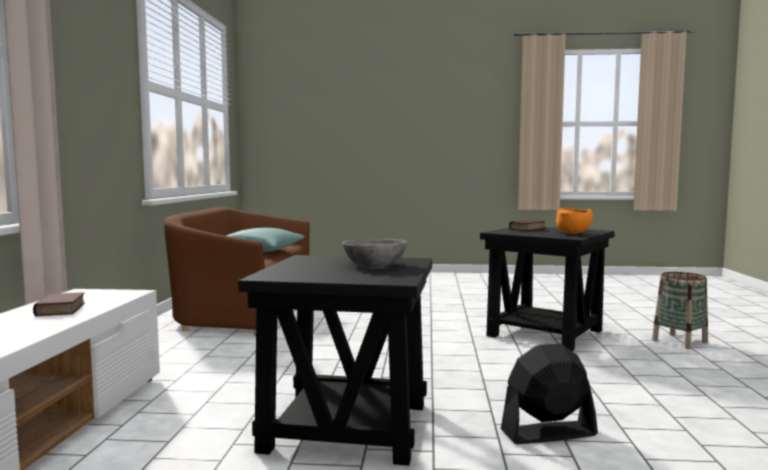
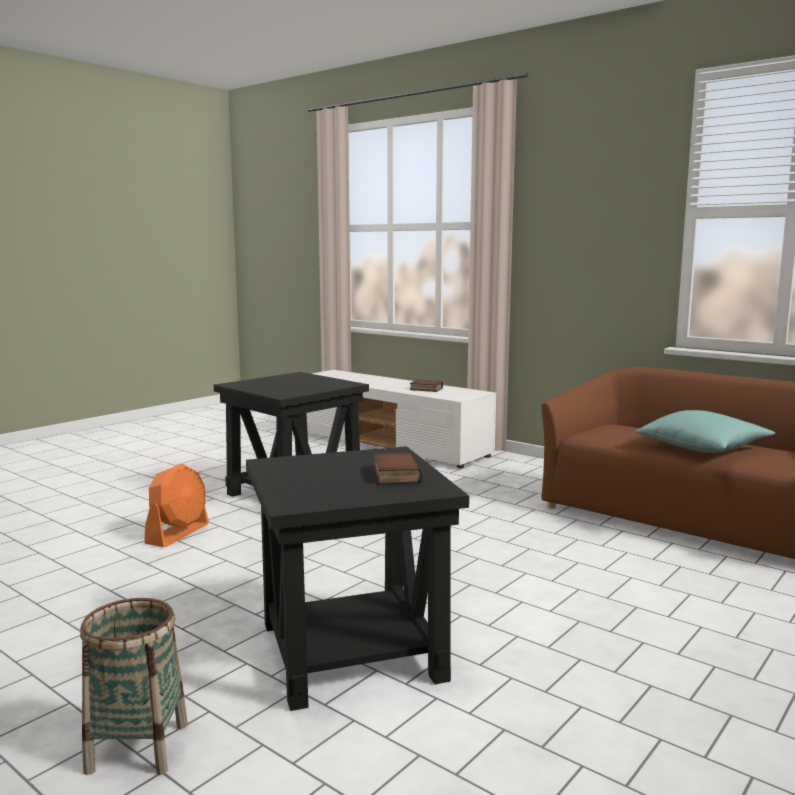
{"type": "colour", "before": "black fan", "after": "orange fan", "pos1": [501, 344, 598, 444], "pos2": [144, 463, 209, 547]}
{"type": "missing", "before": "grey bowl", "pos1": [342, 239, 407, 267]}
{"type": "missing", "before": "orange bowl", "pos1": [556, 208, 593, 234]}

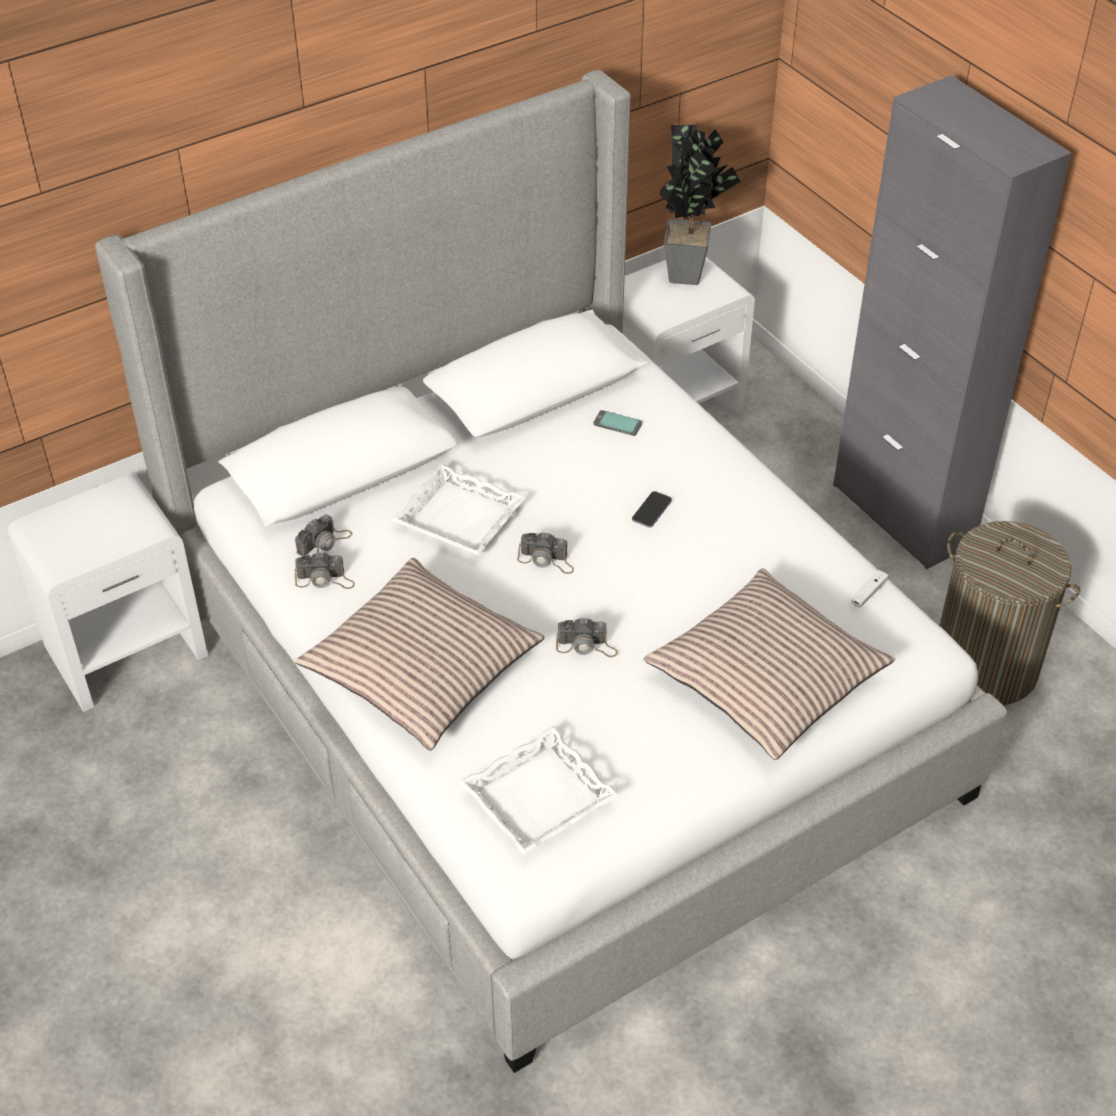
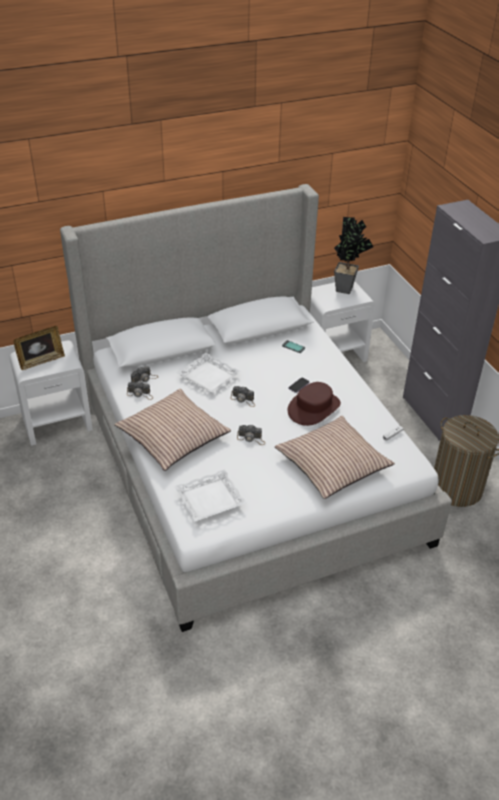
{"type": "appeared", "after": "picture frame", "pos2": [13, 326, 65, 370]}
{"type": "appeared", "after": "brown hat", "pos2": [287, 382, 341, 426]}

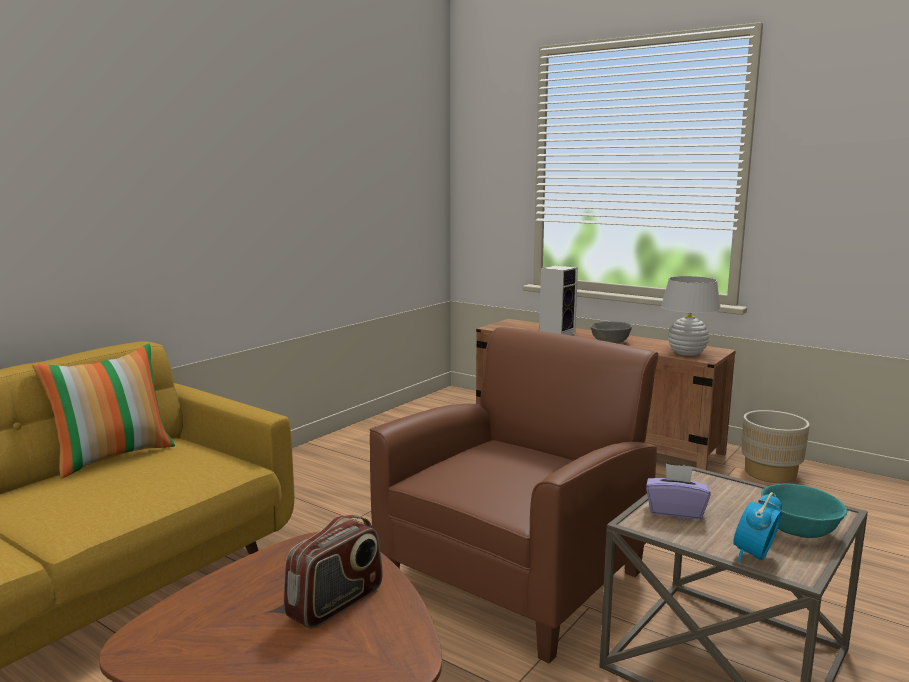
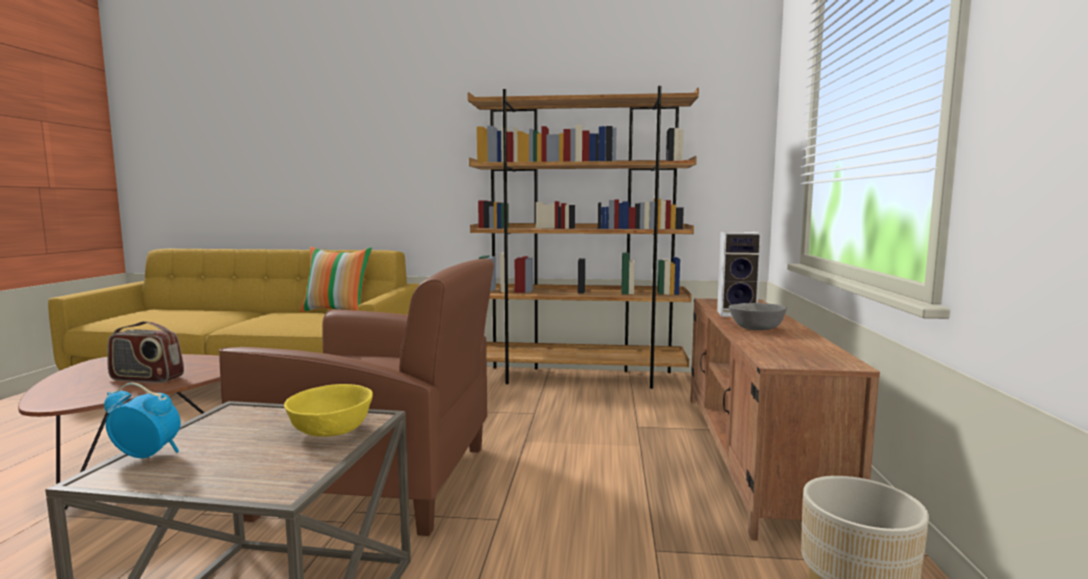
{"type": "appeared", "after": "yellow bowl", "pos2": [284, 384, 373, 436]}
{"type": "appeared", "after": "brown bookcase", "pos2": [468, 86, 699, 389]}
{"type": "missing", "before": "purple tissue box", "pos1": [646, 464, 711, 519]}
{"type": "missing", "before": "white table lamp", "pos1": [661, 276, 721, 356]}
{"type": "missing", "before": "turquoise bowl", "pos1": [761, 484, 847, 538]}

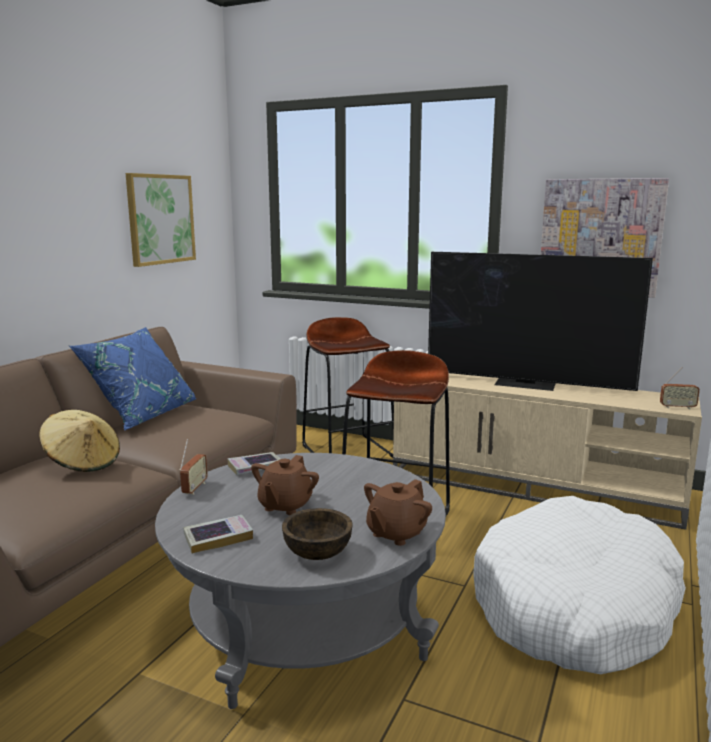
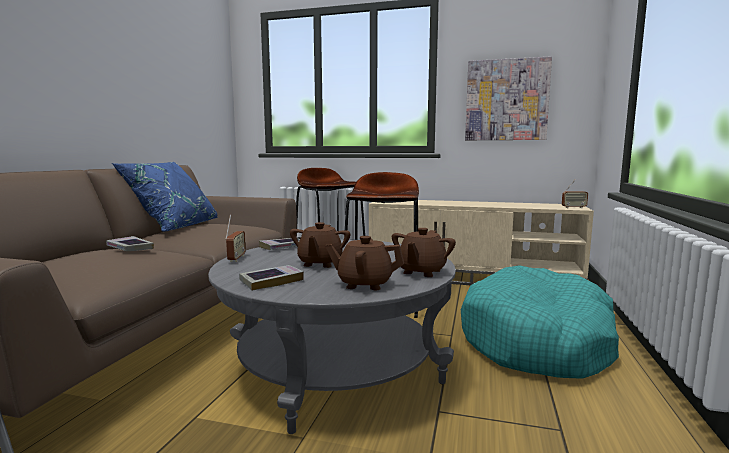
{"type": "exchanged", "before": "beige hat", "after": "book", "pos1": [39, 410, 120, 472], "pos2": [106, 236, 154, 251]}
{"type": "exchanged", "before": "brown bowl", "after": "brown teapot", "pos1": [282, 508, 353, 560], "pos2": [325, 236, 404, 290]}
{"type": "colour", "before": "white dog bed", "after": "turquoise dog bed", "pos1": [473, 496, 686, 674], "pos2": [461, 265, 619, 379]}
{"type": "missing", "before": "picture", "pos1": [126, 173, 196, 267]}
{"type": "missing", "before": "television", "pos1": [428, 252, 653, 391]}

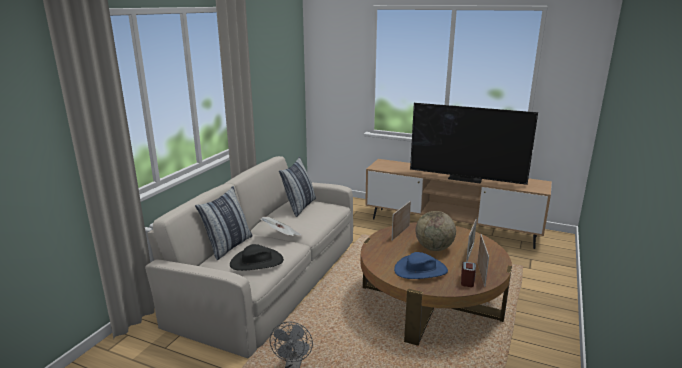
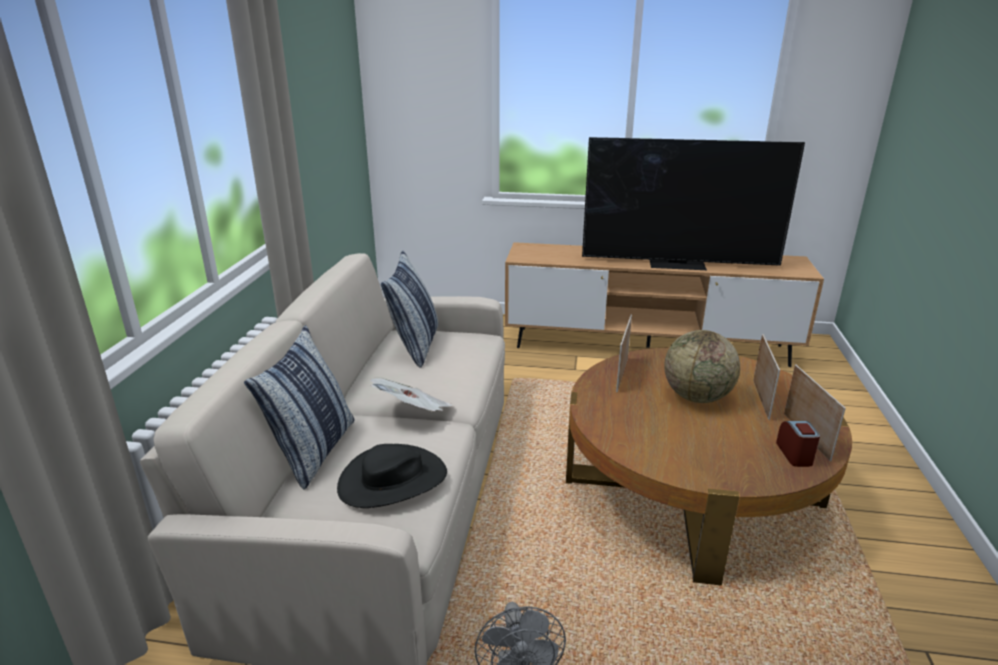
{"type": "missing", "before": "blue hat", "pos1": [394, 252, 448, 279]}

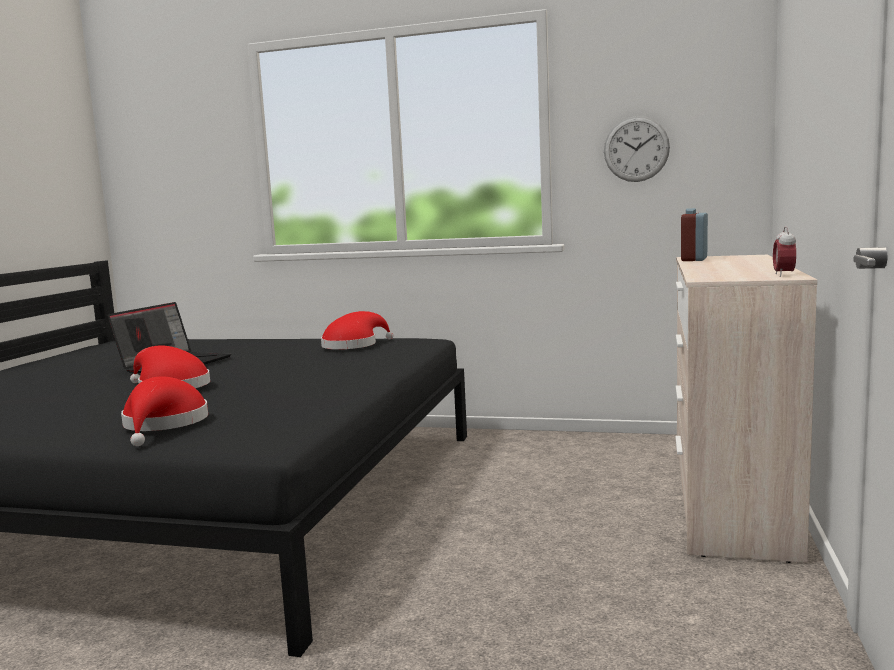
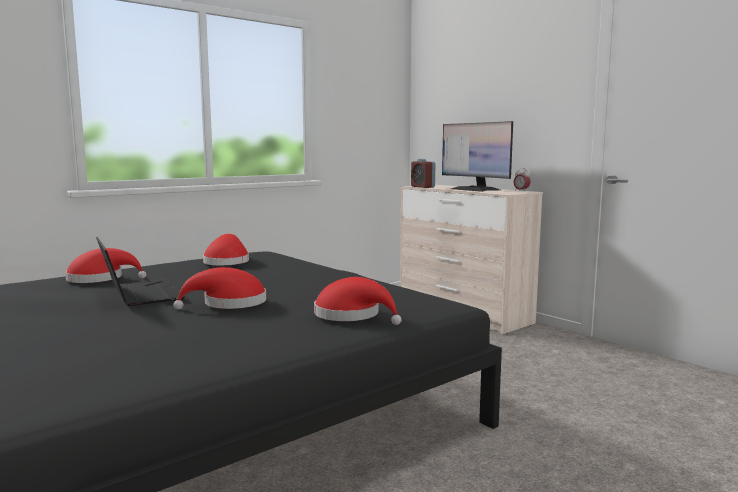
{"type": "appeared", "after": "red hat", "pos2": [65, 248, 147, 283]}
{"type": "appeared", "after": "monitor", "pos2": [442, 121, 513, 192]}
{"type": "missing", "before": "wall clock", "pos1": [604, 116, 670, 182]}

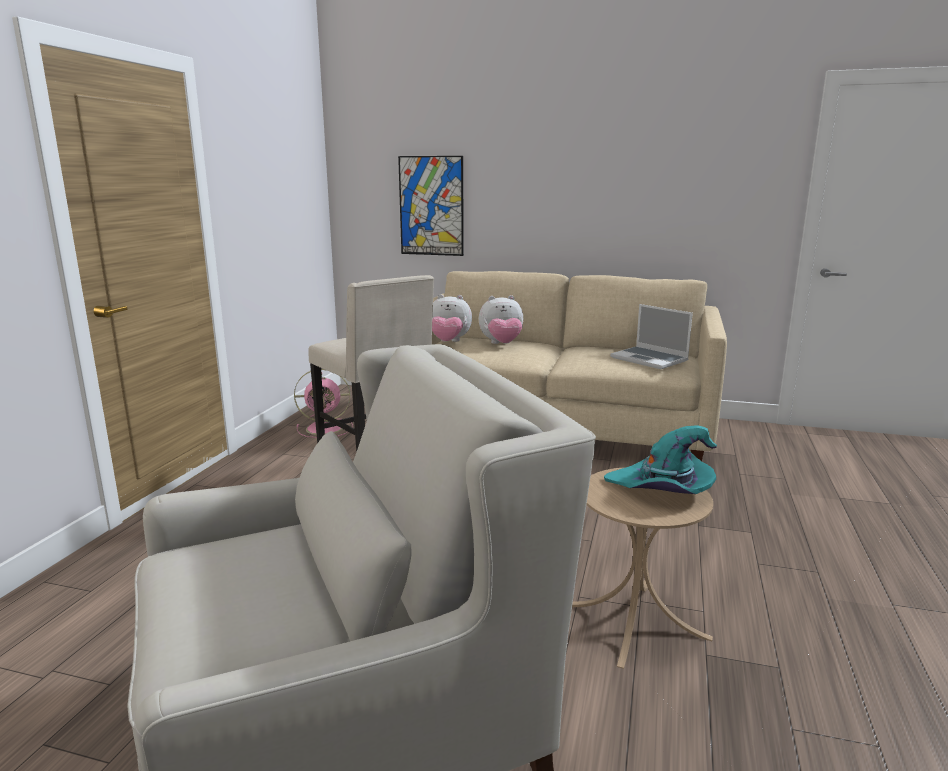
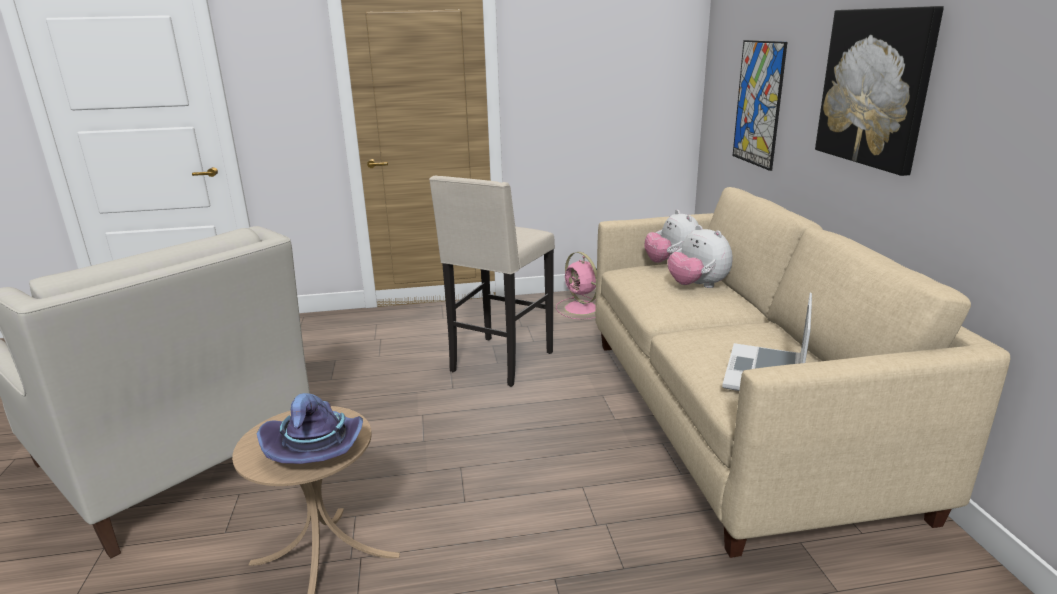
{"type": "colour", "before": "turquoise hat", "after": "purple hat", "pos1": [604, 426, 717, 494], "pos2": [257, 393, 363, 464]}
{"type": "appeared", "after": "picture", "pos2": [815, 6, 944, 176]}

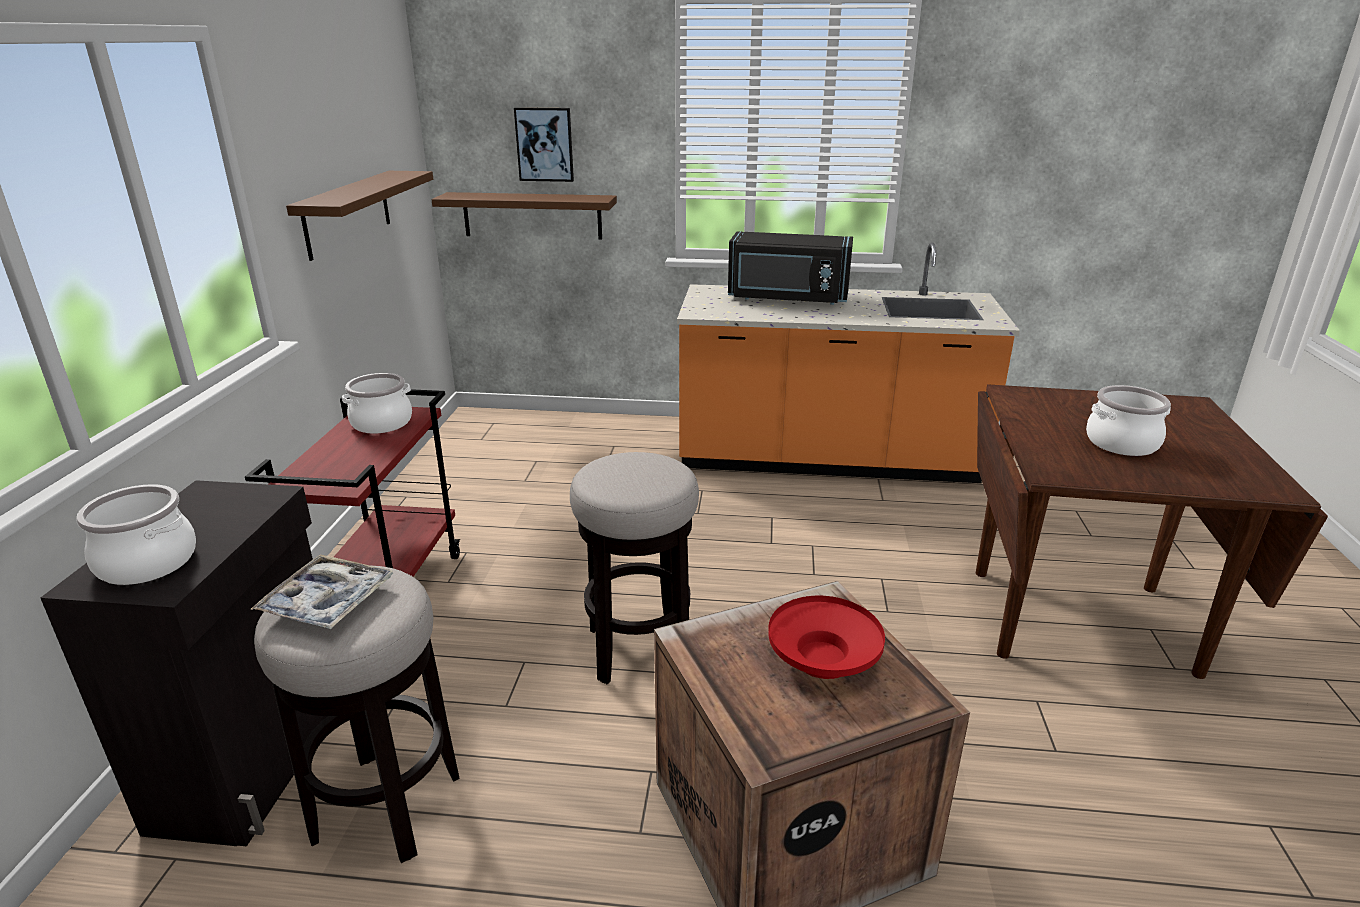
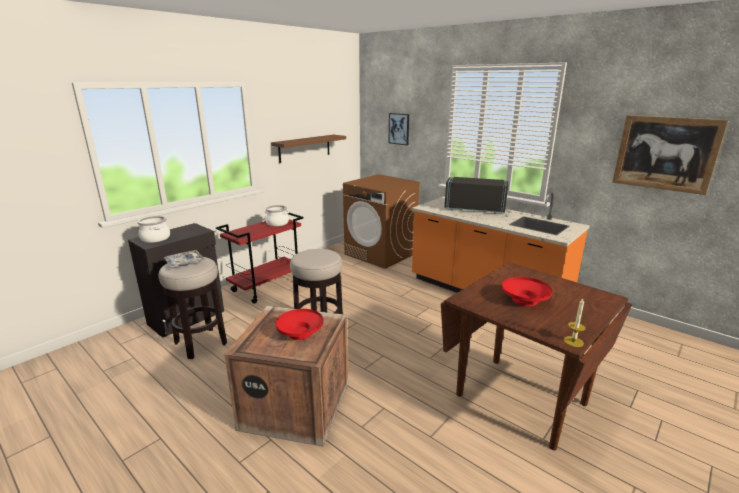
{"type": "appeared", "after": "brown washing machine", "pos2": [343, 174, 421, 269]}
{"type": "spun", "before": "black microwave", "pos1": [728, 231, 853, 305], "pos2": [444, 177, 508, 214], "turn": 150}
{"type": "exchanged", "before": "cooking pot", "after": "red bowl", "pos1": [1086, 385, 1171, 456], "pos2": [502, 277, 552, 306]}
{"type": "appeared", "after": "candle", "pos2": [564, 298, 586, 347]}
{"type": "appeared", "after": "picture", "pos2": [612, 115, 729, 195]}
{"type": "missing", "before": "brown shelf", "pos1": [432, 192, 617, 240]}

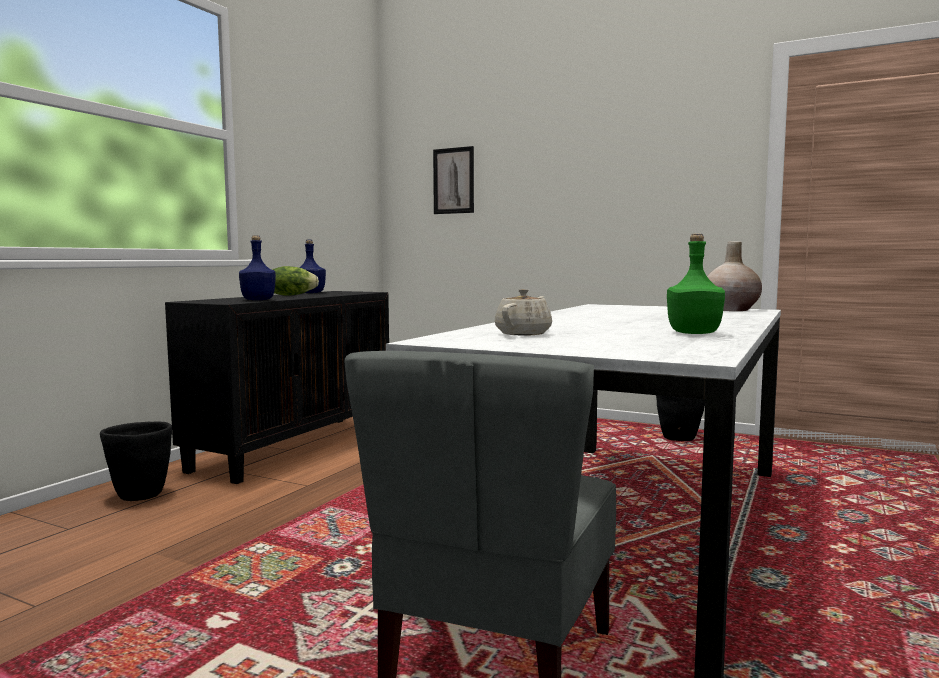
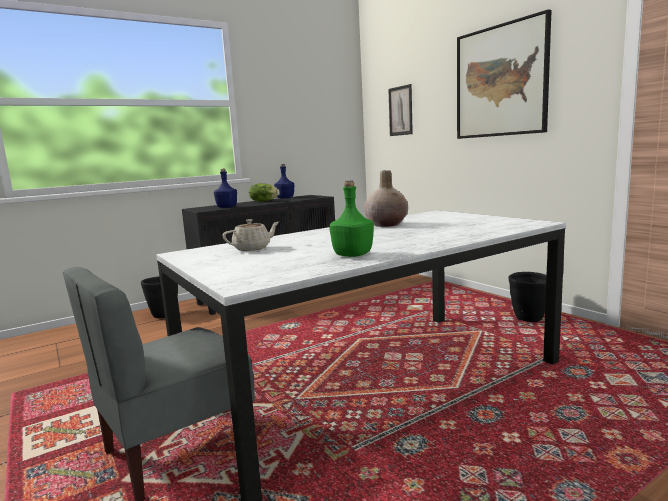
{"type": "relocated", "before": "beige vase", "pos1": [707, 241, 762, 311], "pos2": [364, 170, 408, 227]}
{"type": "appeared", "after": "picture", "pos2": [457, 9, 552, 139]}

